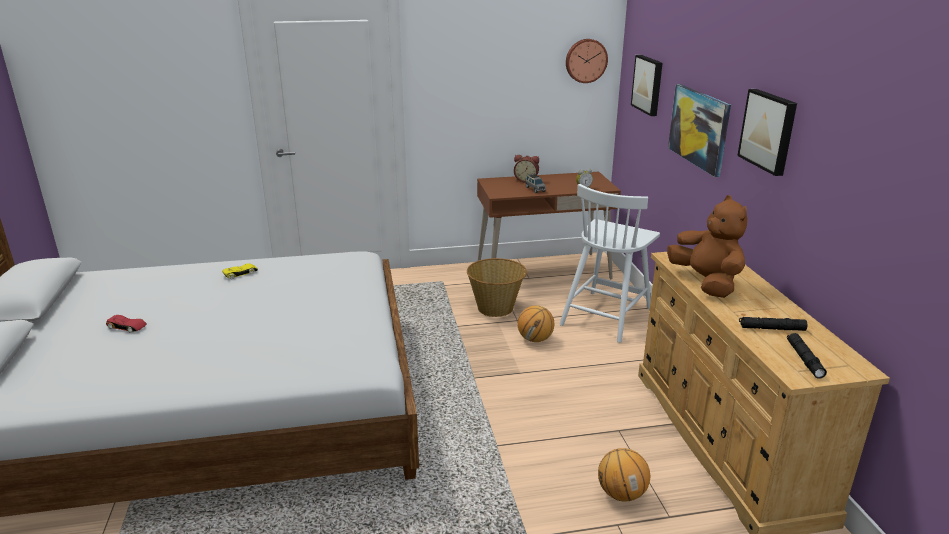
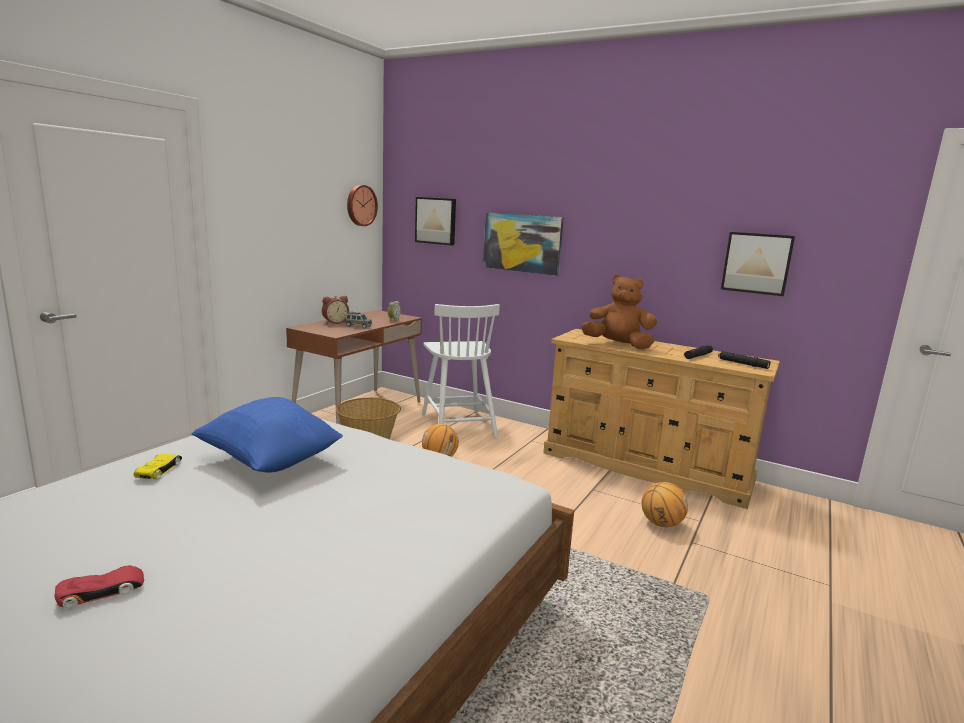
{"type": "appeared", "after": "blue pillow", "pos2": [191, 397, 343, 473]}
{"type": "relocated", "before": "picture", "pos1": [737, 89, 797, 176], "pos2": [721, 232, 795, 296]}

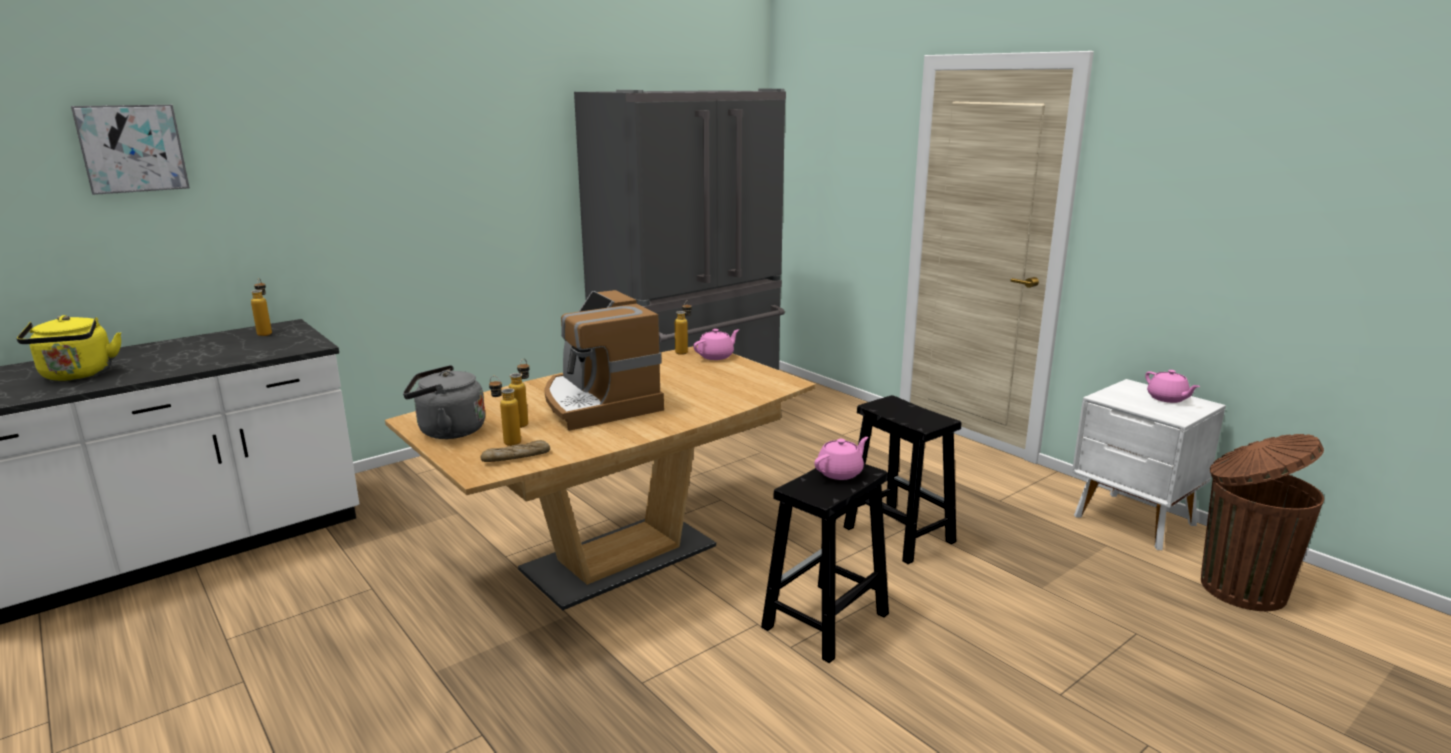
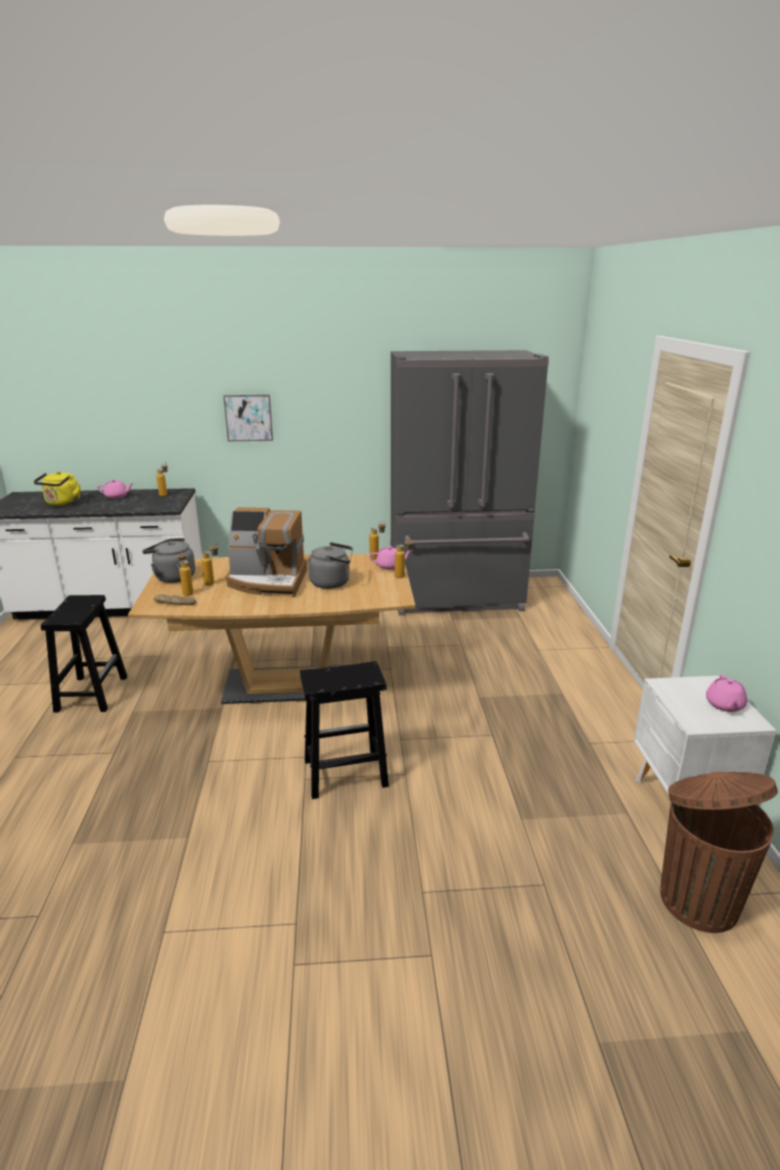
{"type": "relocated", "before": "black stool", "pos1": [844, 395, 961, 564], "pos2": [41, 595, 128, 713]}
{"type": "relocated", "before": "pink teapot", "pos1": [814, 437, 868, 480], "pos2": [97, 479, 133, 499]}
{"type": "relocated", "before": "picture", "pos1": [71, 105, 190, 195], "pos2": [223, 395, 273, 441]}
{"type": "spun", "before": "coffee machine", "pos1": [544, 290, 664, 431], "pos2": [225, 507, 307, 597], "turn": -90}
{"type": "appeared", "after": "grey kettle", "pos2": [308, 542, 353, 589]}
{"type": "appeared", "after": "bottle", "pos2": [395, 538, 413, 578]}

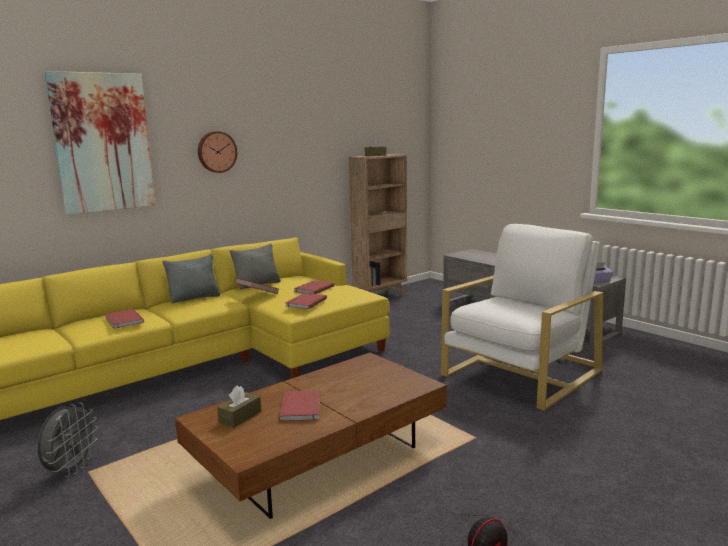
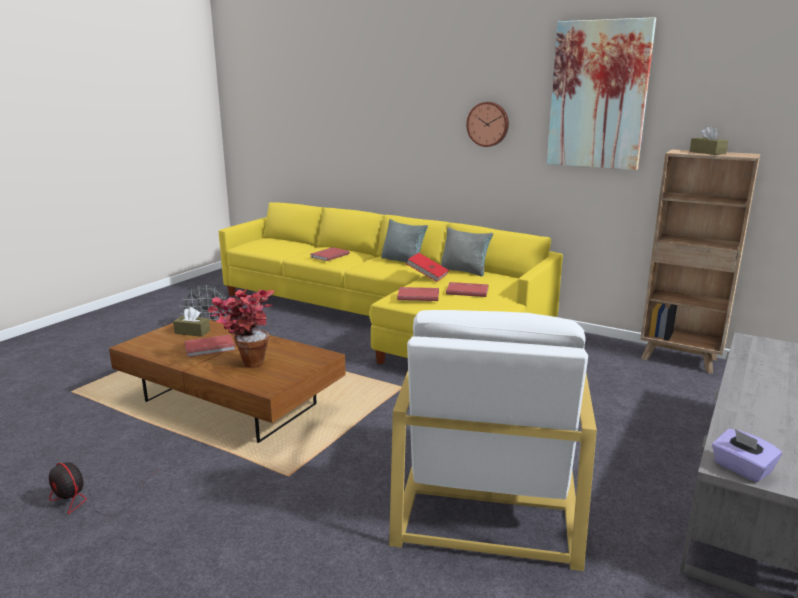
{"type": "appeared", "after": "potted plant", "pos2": [207, 289, 274, 368]}
{"type": "spun", "before": "white armchair", "pos1": [441, 224, 603, 411], "pos2": [389, 310, 597, 571], "turn": 75}
{"type": "relocated", "before": "picture", "pos1": [45, 71, 156, 215], "pos2": [547, 17, 656, 170]}

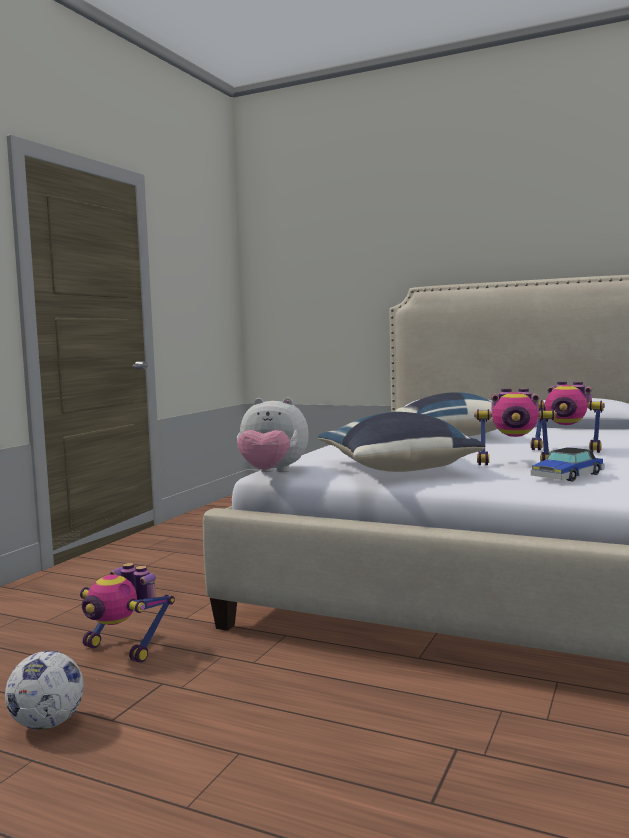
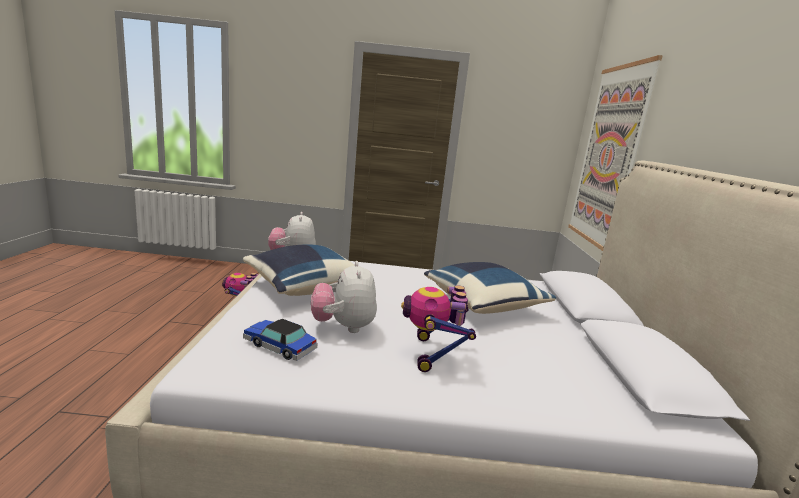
{"type": "exchanged", "before": "toy robot", "after": "plush toy", "pos1": [474, 388, 557, 465], "pos2": [311, 261, 377, 333]}
{"type": "appeared", "after": "picture", "pos2": [568, 55, 663, 251]}
{"type": "missing", "before": "football", "pos1": [5, 651, 84, 730]}

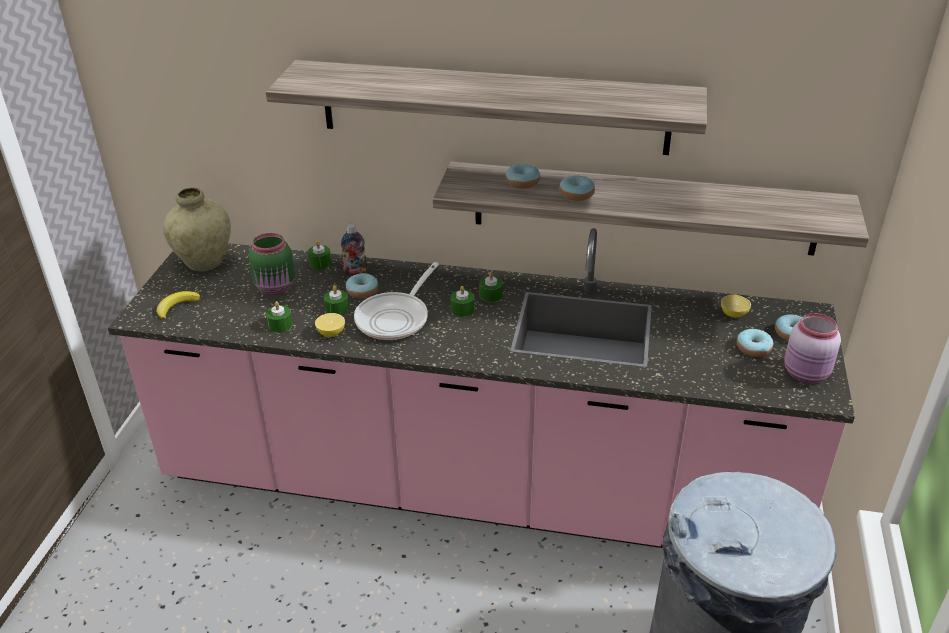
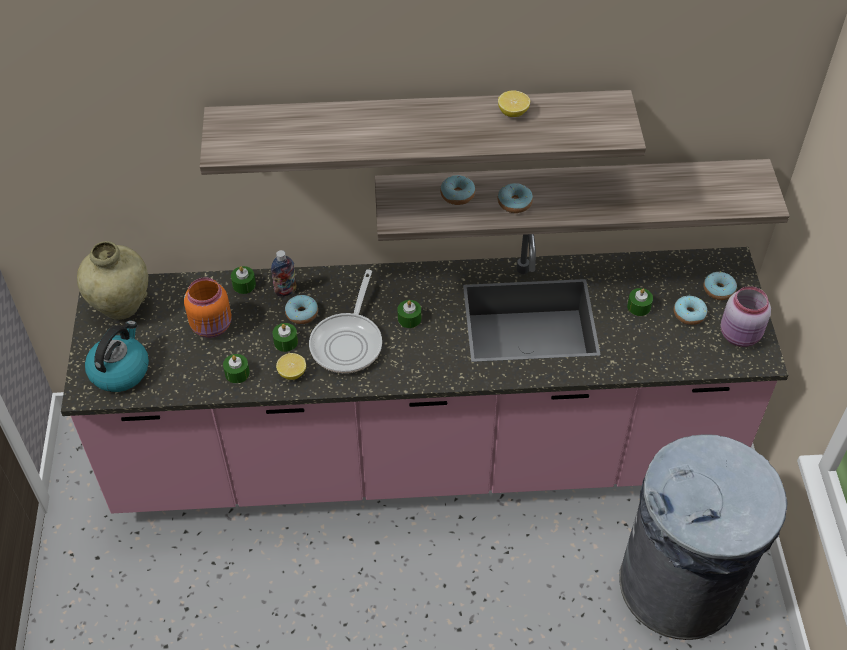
{"type": "exchanged", "before": "banana", "after": "kettle", "pos1": [157, 291, 200, 320], "pos2": [85, 321, 149, 392]}
{"type": "colour", "before": "green jar", "after": "orange jar", "pos1": [249, 233, 295, 295], "pos2": [184, 277, 231, 338]}
{"type": "relocated", "before": "lemon", "pos1": [721, 295, 751, 318], "pos2": [498, 90, 530, 117]}
{"type": "relocated", "before": "green candle", "pos1": [479, 272, 503, 302], "pos2": [627, 288, 653, 316]}

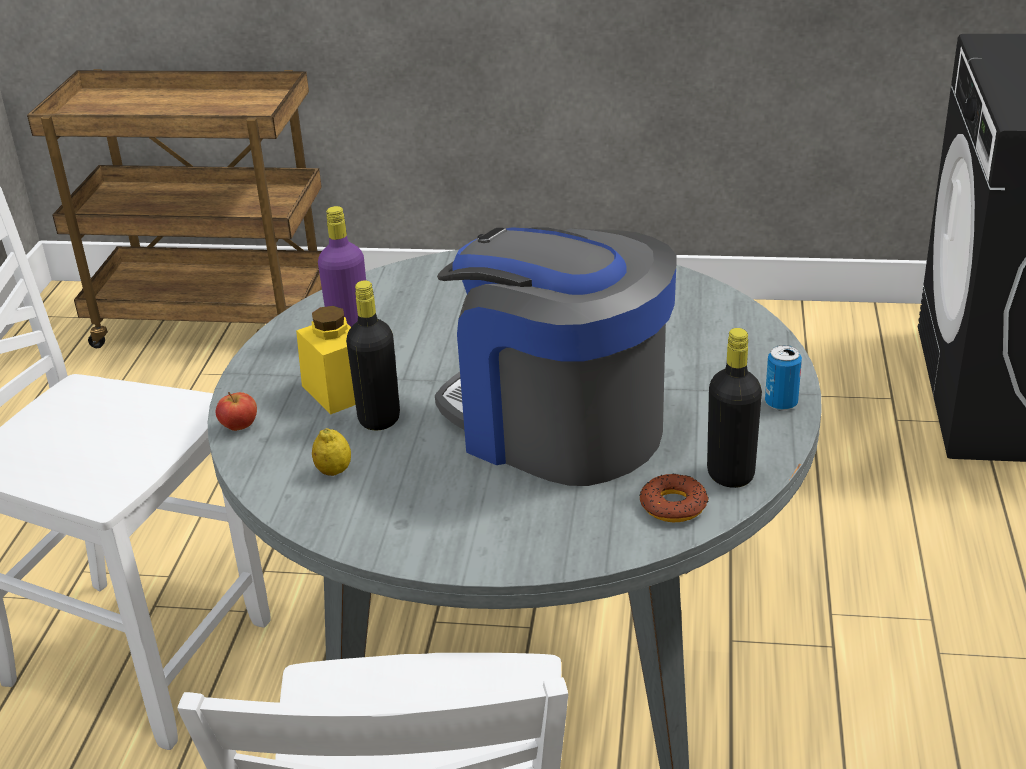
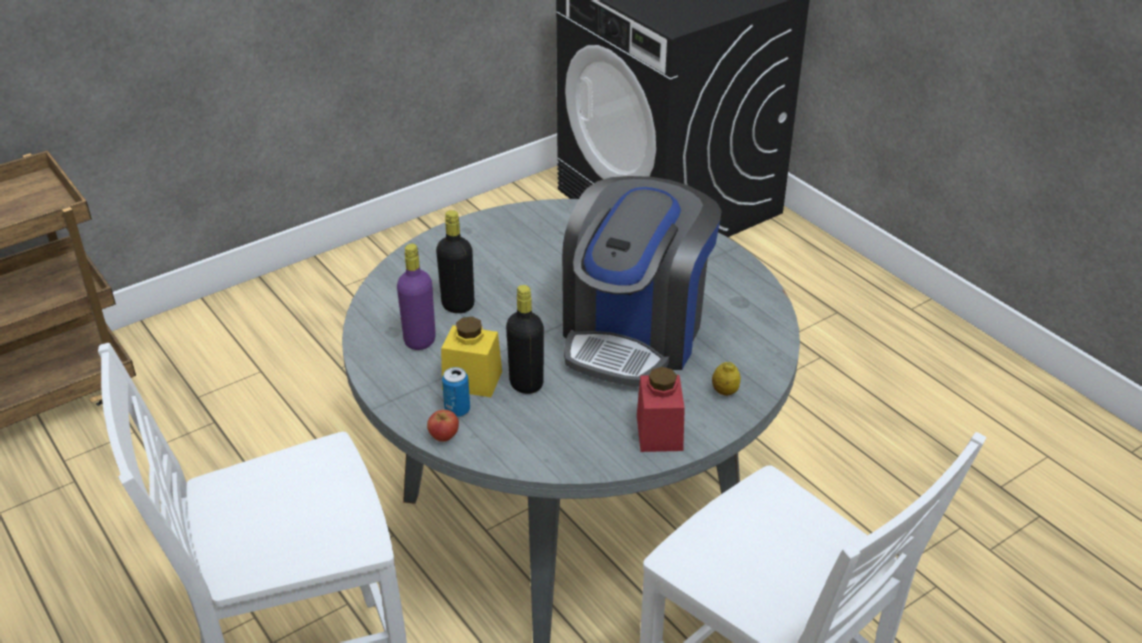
{"type": "relocated", "before": "black bottle", "pos1": [707, 328, 762, 488], "pos2": [436, 210, 474, 313]}
{"type": "relocated", "before": "can", "pos1": [765, 345, 802, 411], "pos2": [442, 367, 470, 417]}
{"type": "spun", "before": "coffee machine", "pos1": [435, 227, 676, 486], "pos2": [562, 176, 722, 387], "turn": -60}
{"type": "appeared", "after": "red jar", "pos2": [637, 367, 685, 452]}
{"type": "relocated", "before": "lemon", "pos1": [312, 428, 351, 476], "pos2": [712, 362, 741, 396]}
{"type": "missing", "before": "donut", "pos1": [640, 473, 709, 522]}

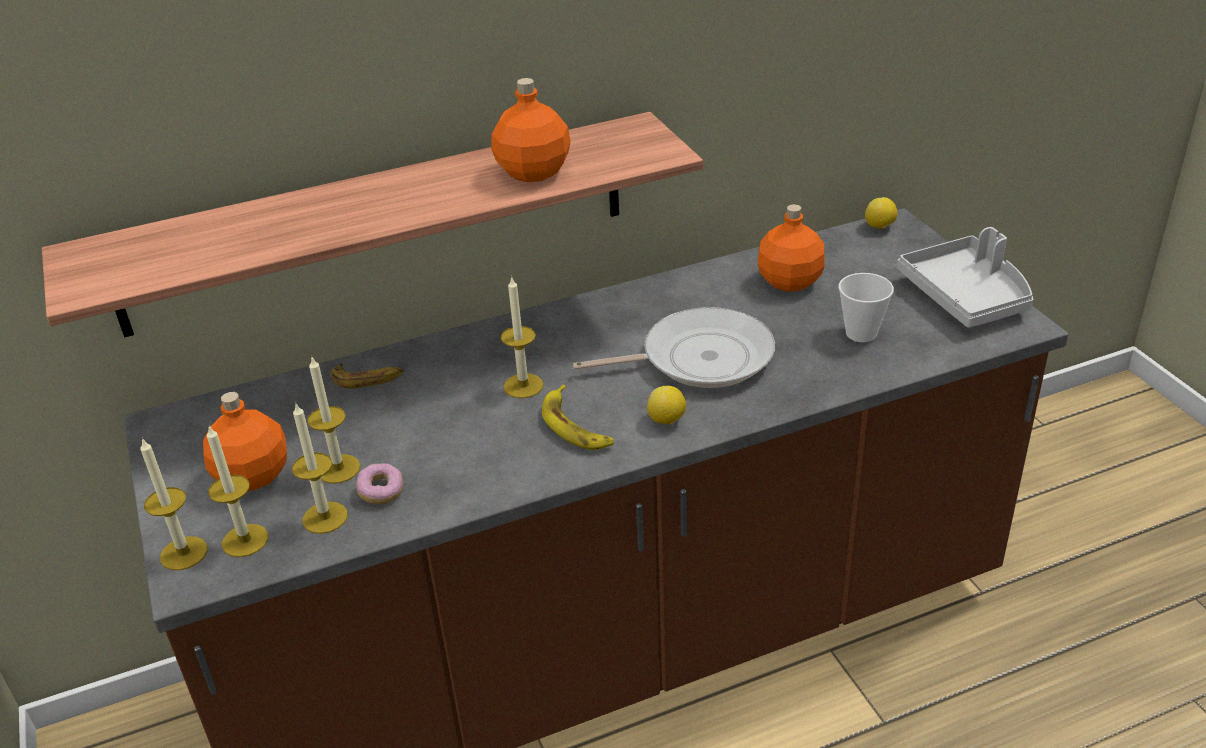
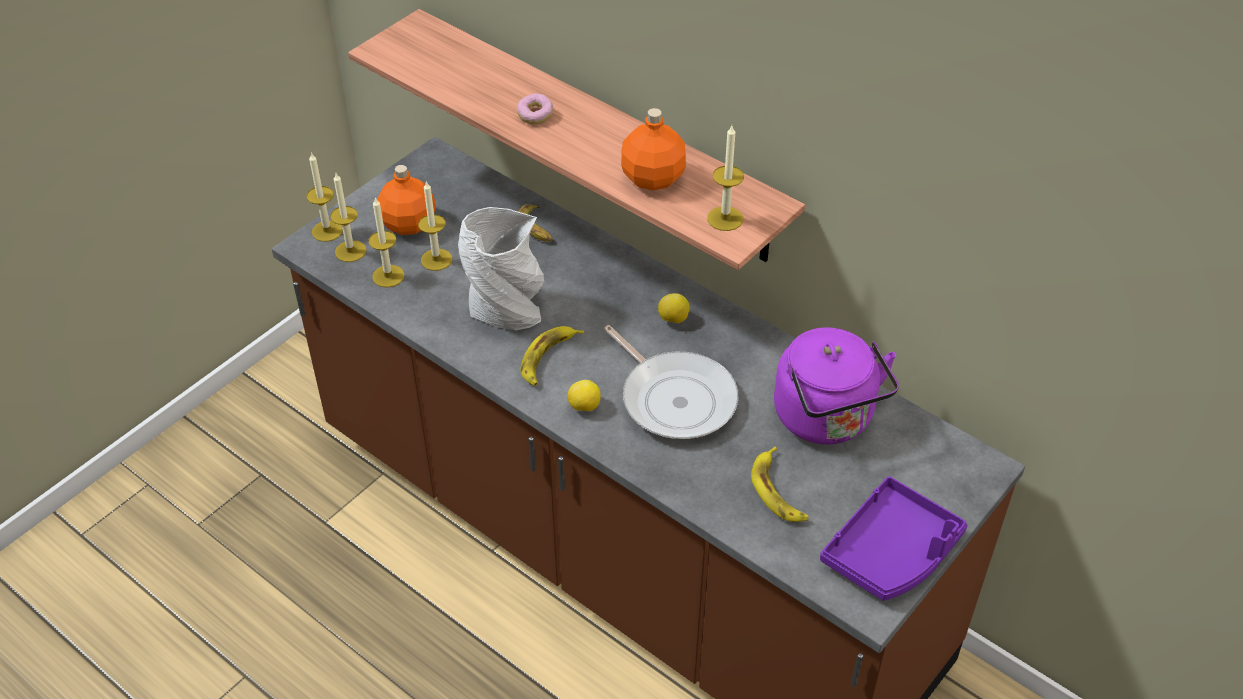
{"type": "appeared", "after": "grey vase", "pos2": [458, 207, 544, 331]}
{"type": "relocated", "before": "donut", "pos1": [356, 463, 403, 504], "pos2": [517, 93, 553, 125]}
{"type": "relocated", "before": "lemon", "pos1": [865, 197, 898, 229], "pos2": [658, 293, 689, 323]}
{"type": "relocated", "before": "candle", "pos1": [501, 276, 544, 398], "pos2": [707, 126, 744, 231]}
{"type": "exchanged", "before": "cup", "after": "banana", "pos1": [839, 273, 894, 342], "pos2": [751, 446, 808, 522]}
{"type": "exchanged", "before": "orange bottle", "after": "purple kettle", "pos1": [758, 204, 825, 292], "pos2": [774, 327, 899, 444]}
{"type": "colour", "before": "grey tray", "after": "purple tray", "pos1": [897, 227, 1033, 328], "pos2": [820, 476, 968, 601]}

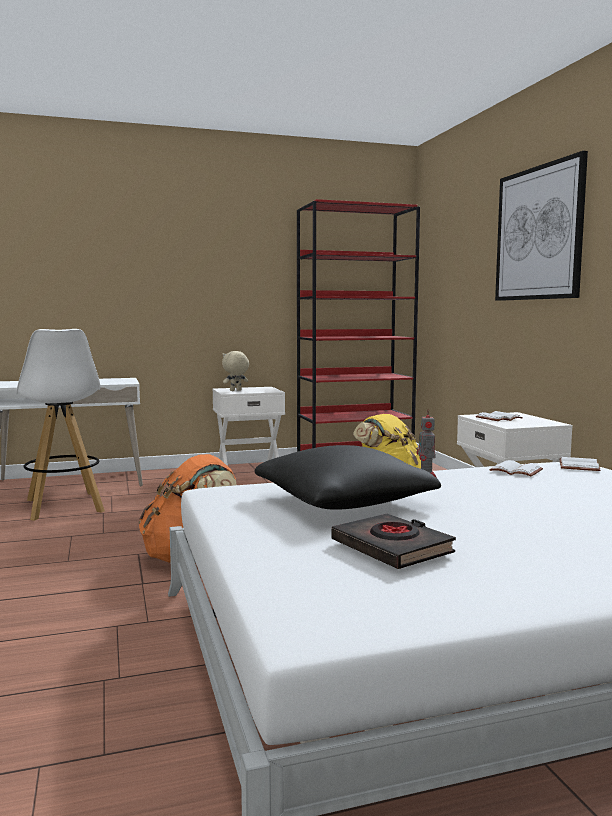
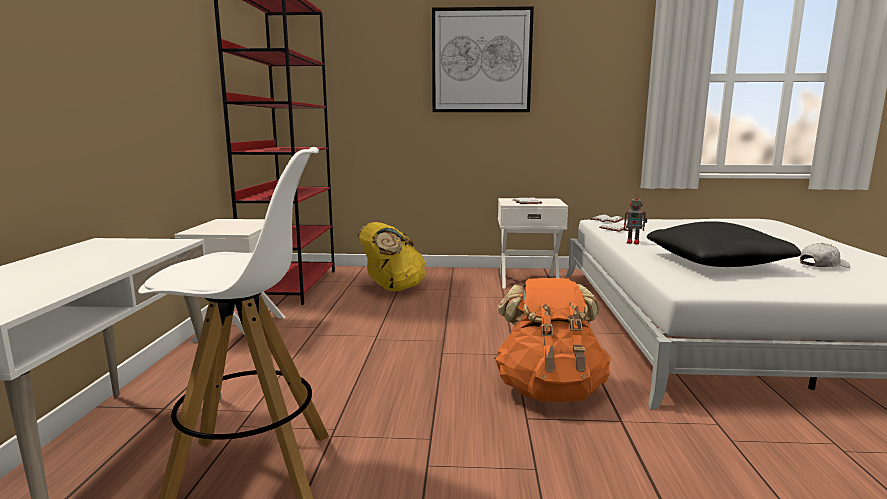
{"type": "exchanged", "before": "black book", "after": "white cap", "pos1": [332, 514, 456, 569], "pos2": [800, 243, 850, 268]}
{"type": "missing", "before": "beige plush toy", "pos1": [222, 351, 249, 391]}

